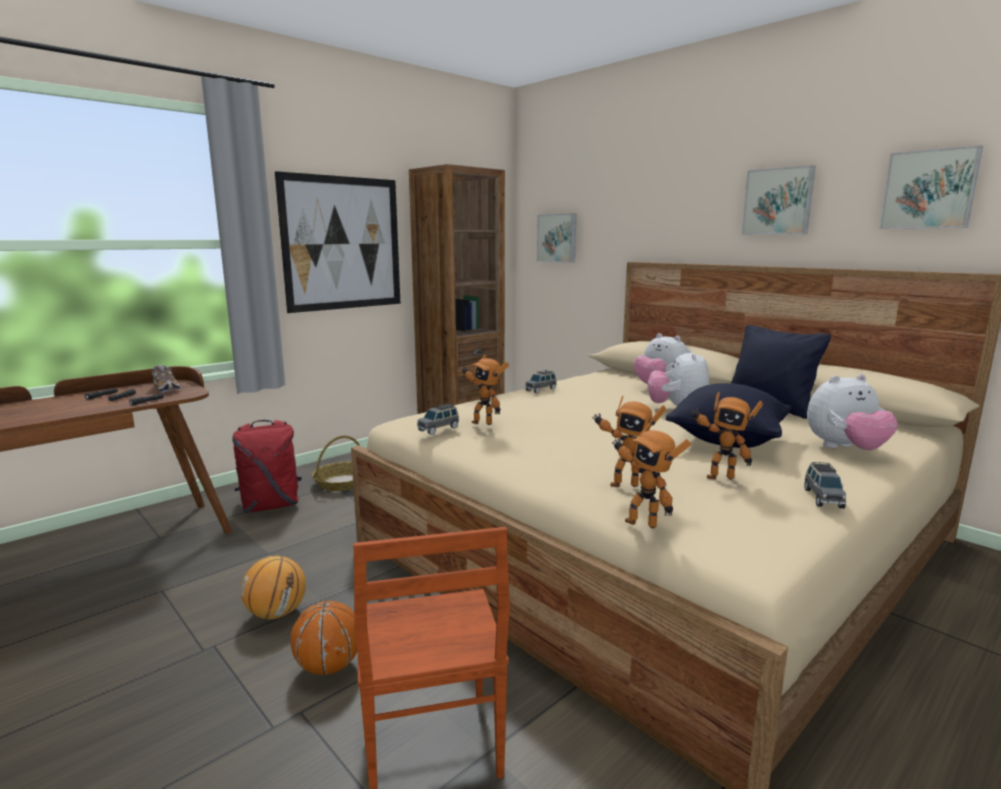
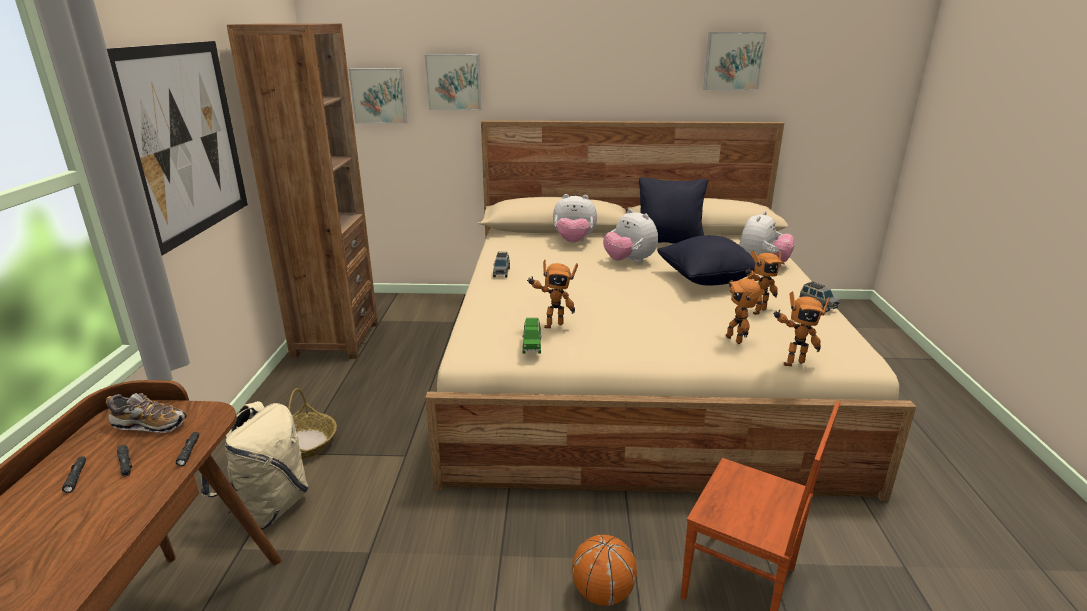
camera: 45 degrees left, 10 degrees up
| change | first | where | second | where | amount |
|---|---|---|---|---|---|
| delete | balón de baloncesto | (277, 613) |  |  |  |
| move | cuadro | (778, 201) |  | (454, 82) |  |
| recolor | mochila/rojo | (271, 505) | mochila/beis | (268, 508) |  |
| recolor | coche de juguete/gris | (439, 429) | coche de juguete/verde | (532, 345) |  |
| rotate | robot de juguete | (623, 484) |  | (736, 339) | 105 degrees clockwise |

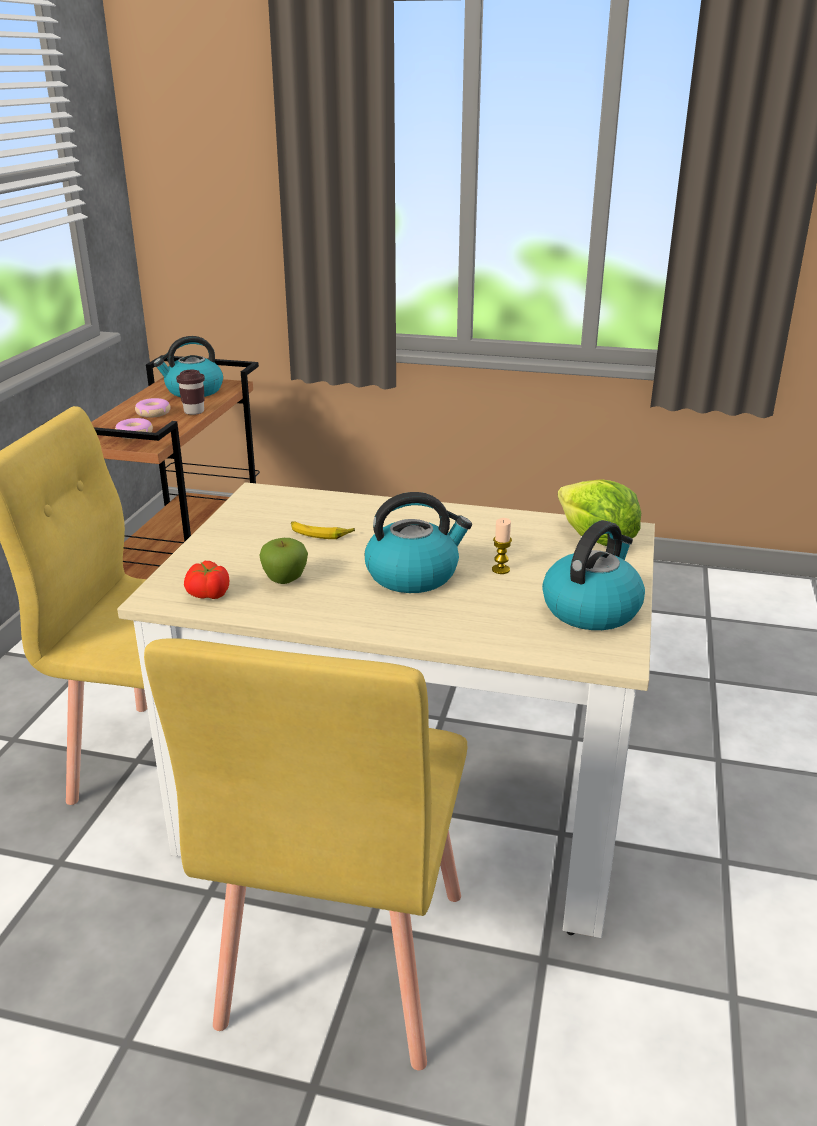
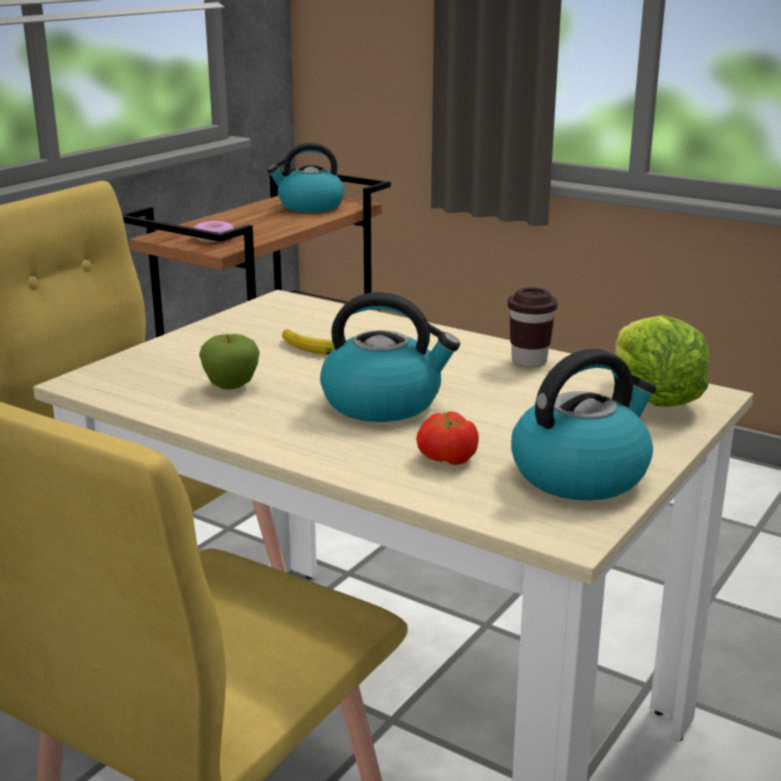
camera: 20 degrees right, 5 degrees down
| change | first | where | second | where | amount |
|---|---|---|---|---|---|
| delete | rosquilla | (153, 413) |  |  |  |
| delete | vela | (500, 569) |  |  |  |
| move | taza/marrón | (194, 411) |  | (529, 361) |  |
| move | tomate | (208, 594) |  | (447, 458) |  |

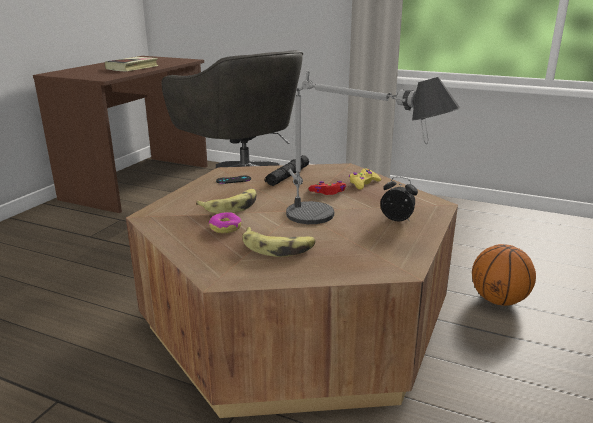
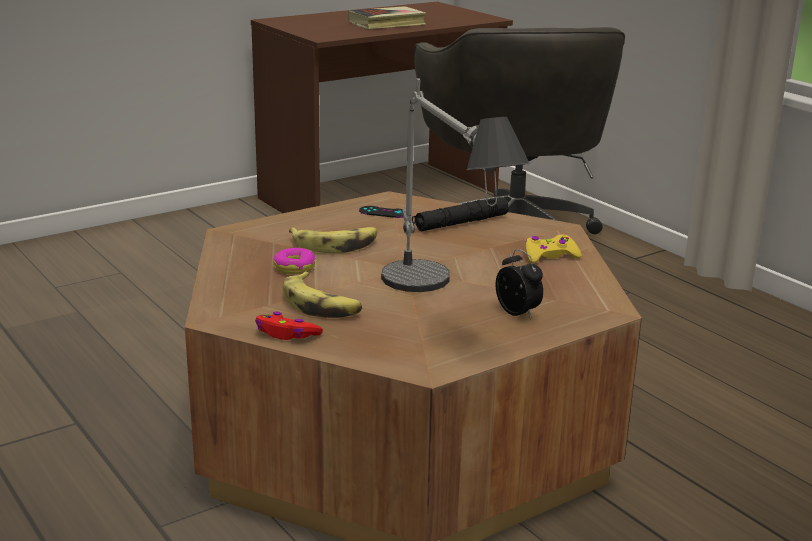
camera: 30 degrees right, 0 degrees up
| change | first | where | second | where | amount |
|---|---|---|---|---|---|
| delete | balón de baloncesto | (498, 300) |  |  |  |
| move | mando de consola/rojo | (328, 192) |  | (286, 334) |  |

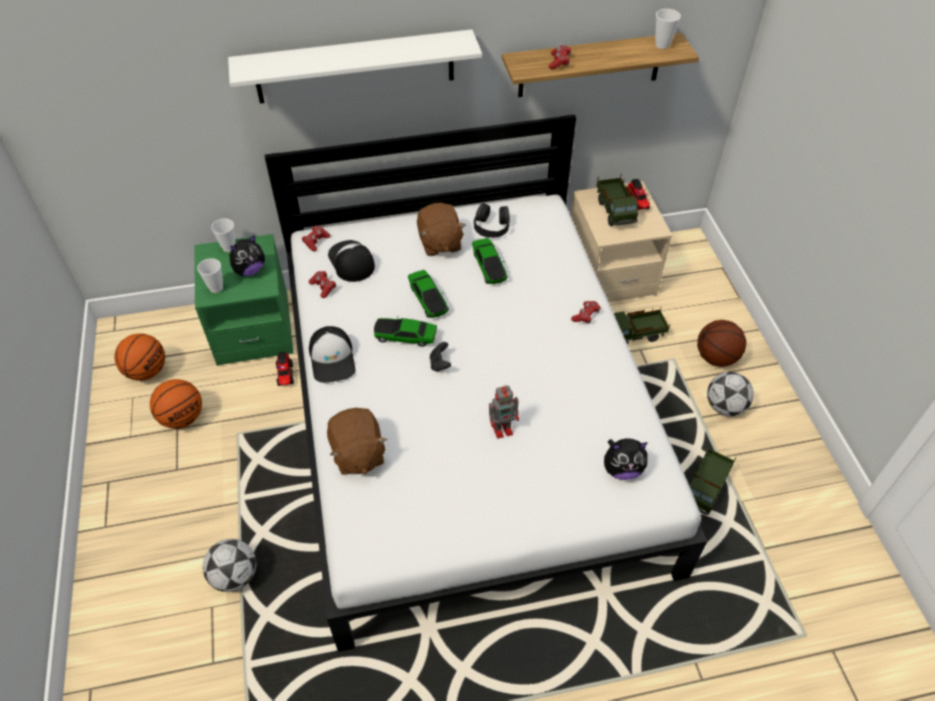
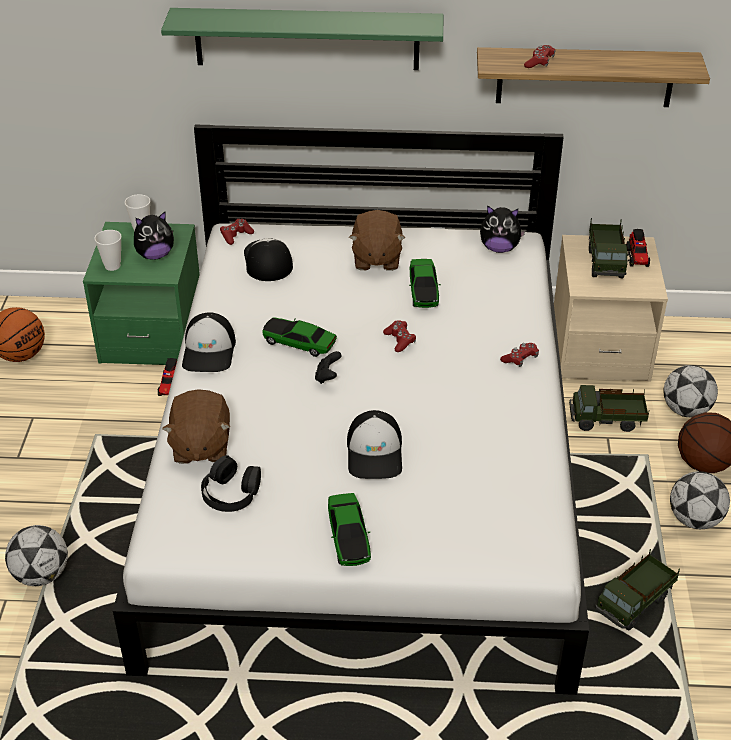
camera: 15 degrees right, 10 degrees down
| change | first | where | second | where | amount |
|---|---|---|---|---|---|
| delete | balón de baloncesto | (182, 417) |  |  |  |
| delete | taza | (662, 45) |  |  |  |
| insert |  |  | balón de fútbol | (686, 410) |  |
| move | mando de consola/rojo | (323, 287) |  | (399, 340) |  |
| move | coche de juguete | (428, 299) |  | (348, 537) |  |
| move | auriculares/negro | (491, 226) |  | (231, 492) |  |
| move | peluche | (622, 469) |  | (499, 248) |  |
| replace | robot de juguete | (503, 428) | gorra | (375, 453) |  |
| recolor | estante/blanco | (355, 67) | estante/verde | (307, 39) |  |

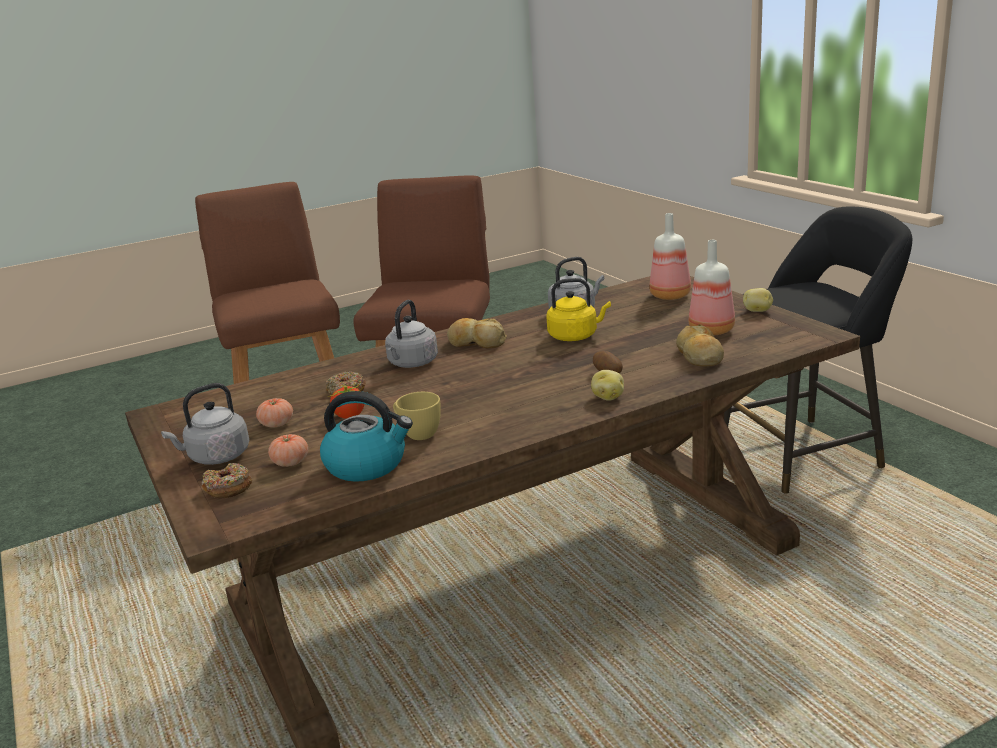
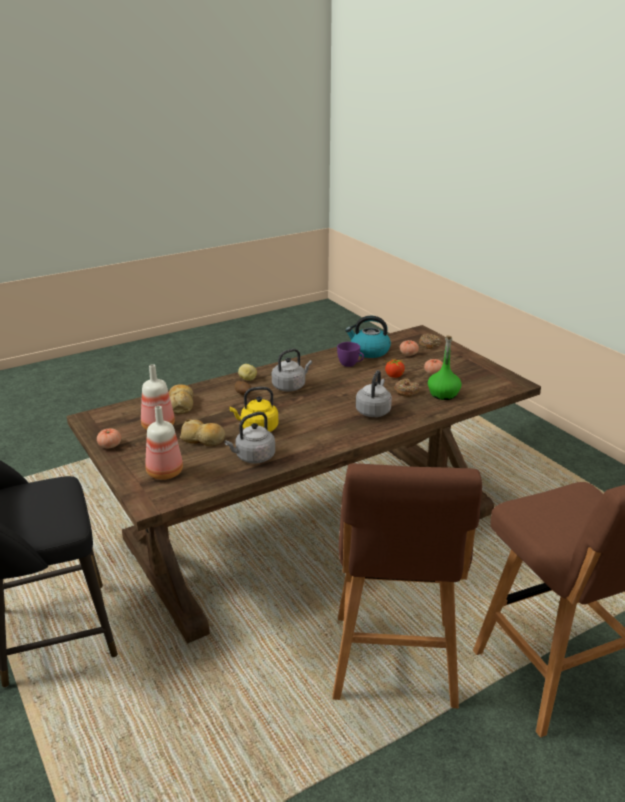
camera: 175 degrees right, 5 degrees up
| change | first | where | second | where | amount |
|---|---|---|---|---|---|
| insert |  |  | botella/verde | (443, 394) |  |
| move | hervidor/gris | (216, 457) |  | (290, 386) |  |
| move | pan | (476, 342) |  | (203, 439) |  |
| replace | patata | (757, 311) | tomate | (110, 445) |  |
| recolor | taza/amarillo | (417, 433) | taza/morado | (350, 364) |  |

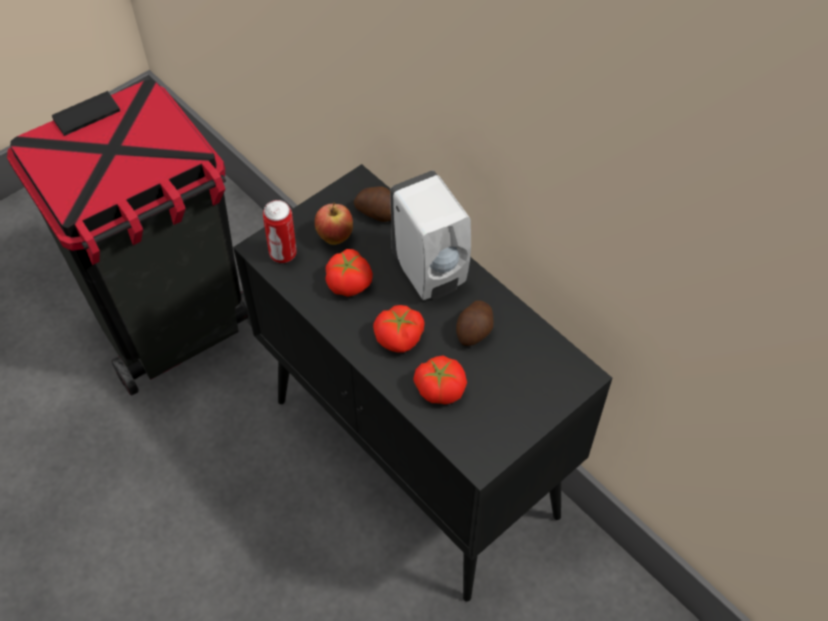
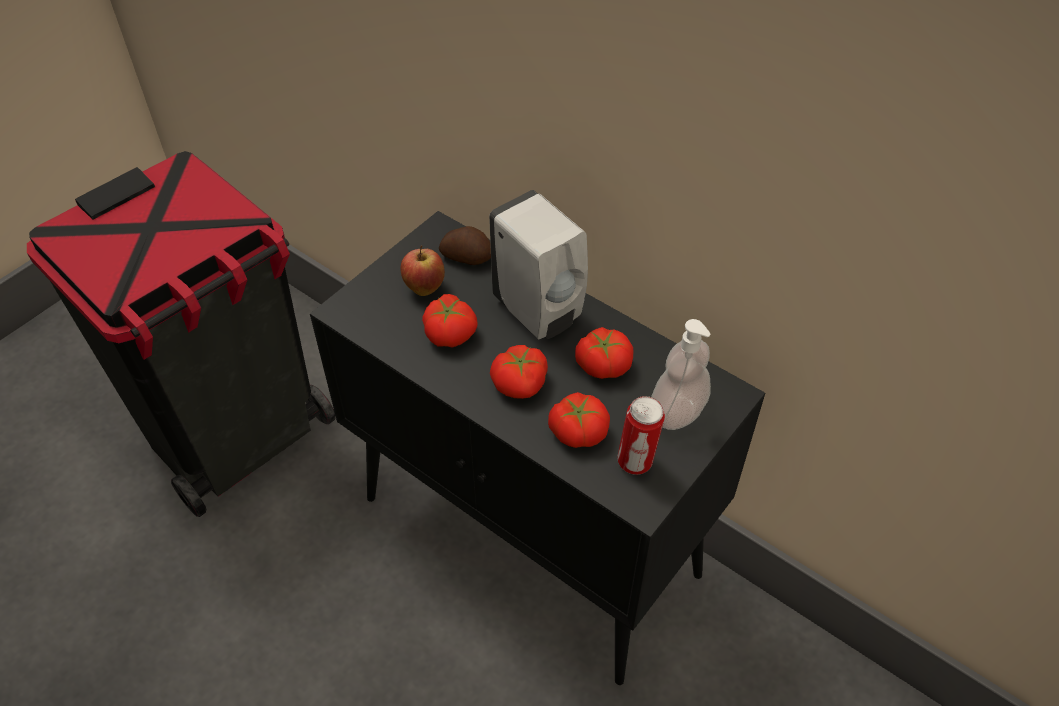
camera: 10 degrees left, 5 degrees down
| change | first | where | second | where | amount |
|---|---|---|---|---|---|
| insert |  |  | dispensador de jabón | (677, 412) |  |
| move | lata | (283, 254) |  | (636, 462) |  |
| replace | patata | (475, 330) | tomate | (603, 364) |  |

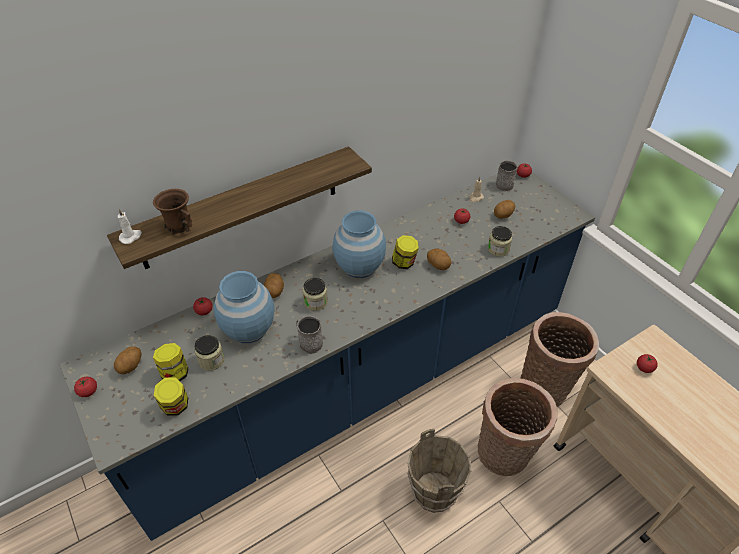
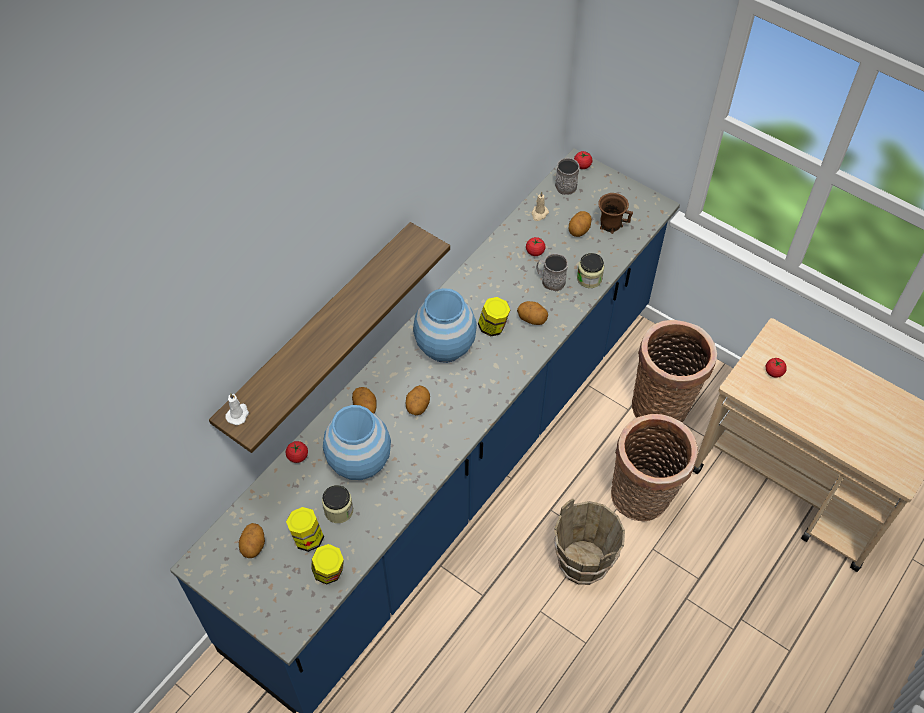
camera: 20 degrees left, 10 degrees up
| change | first | where | second | where | amount |
|---|---|---|---|---|---|
| delete | tomate | (88, 391) |  |  |  |
| move | taza grande/marrón | (179, 225) |  | (610, 224) |  |
| move | taza grande/gris | (308, 342) |  | (550, 280) |  |
| replace | tarro | (316, 302) | patata | (417, 406) |  |

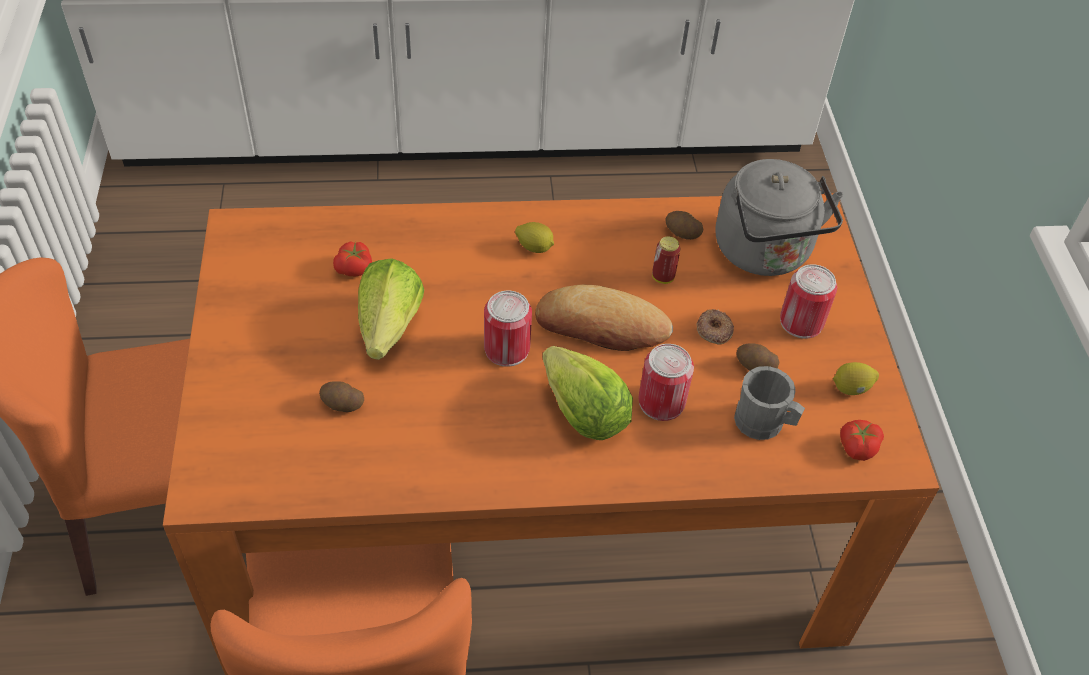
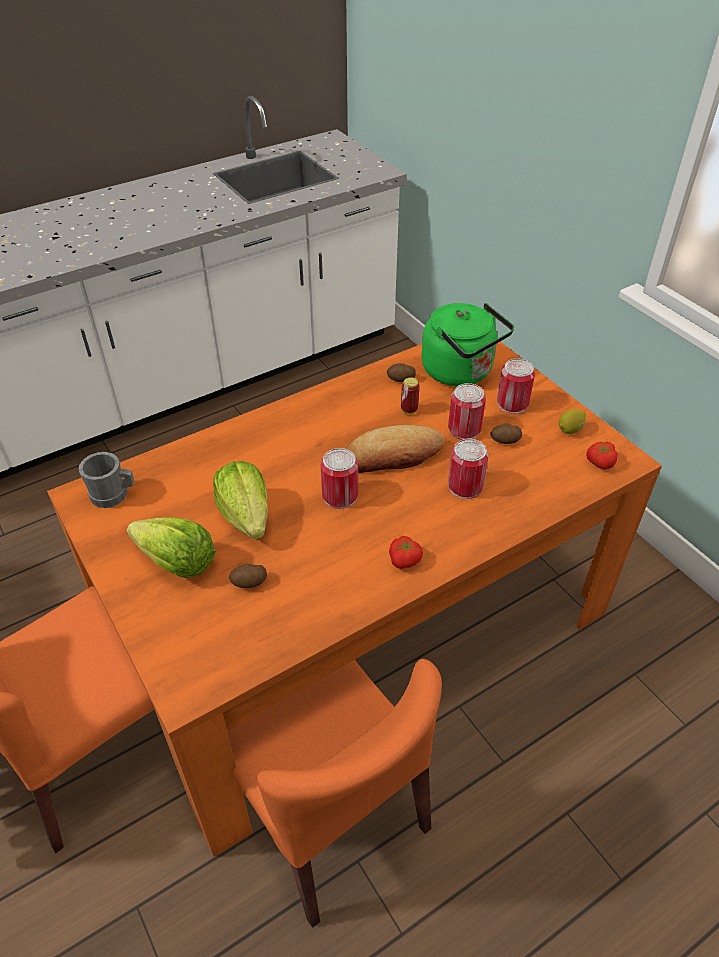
camera: 25 degrees left, 5 degrees down
| change | first | where | second | where | amount |
|---|---|---|---|---|---|
| delete | limón | (534, 247) |  |  |  |
| move | tomate | (355, 269) |  | (405, 560) |  |
| move | lechuga | (583, 413) |  | (176, 562) |  |
| move | taza grande/gris | (764, 423) |  | (113, 495) |  |
| replace | rosquilla | (714, 330) | lata | (464, 429) |  |
| recolor | hervidor/gris | (765, 253) | hervidor/verde | (461, 372) |  |

